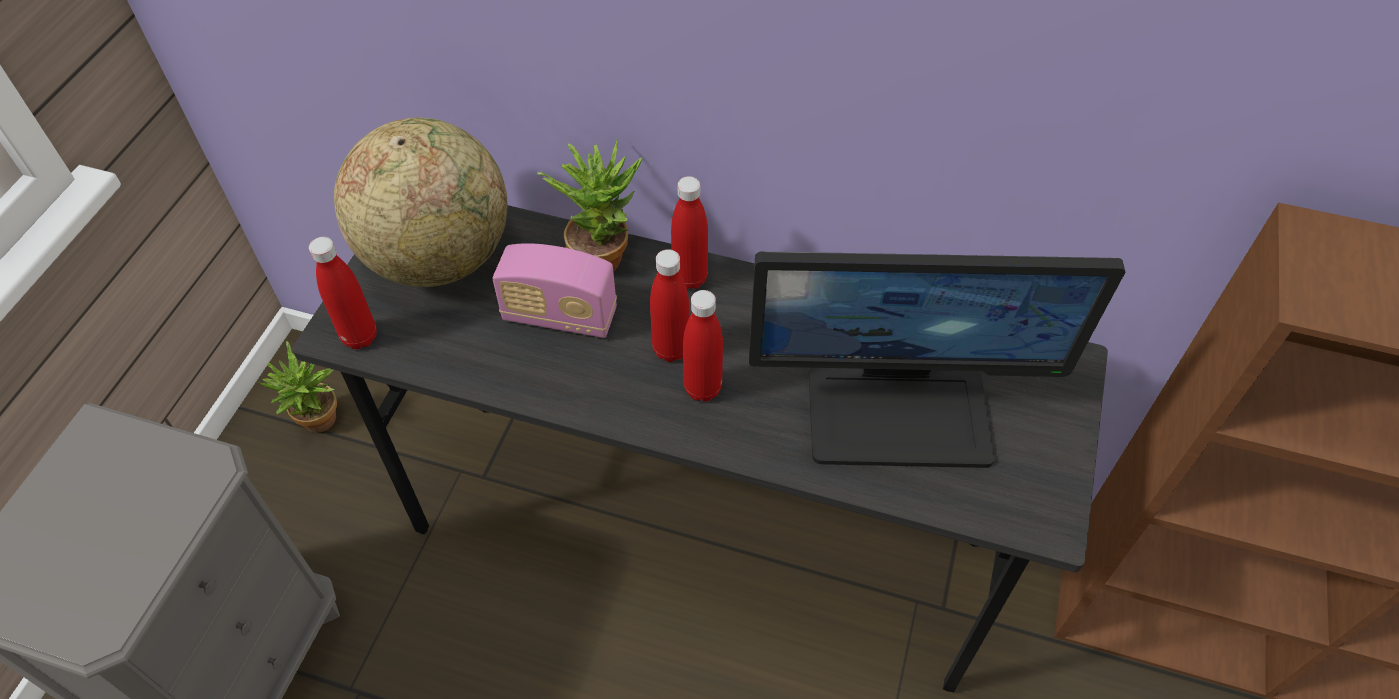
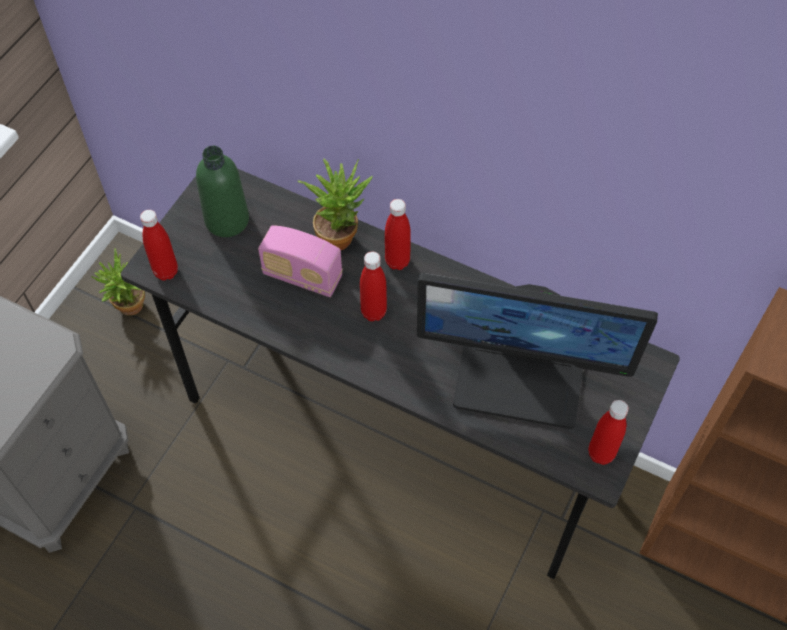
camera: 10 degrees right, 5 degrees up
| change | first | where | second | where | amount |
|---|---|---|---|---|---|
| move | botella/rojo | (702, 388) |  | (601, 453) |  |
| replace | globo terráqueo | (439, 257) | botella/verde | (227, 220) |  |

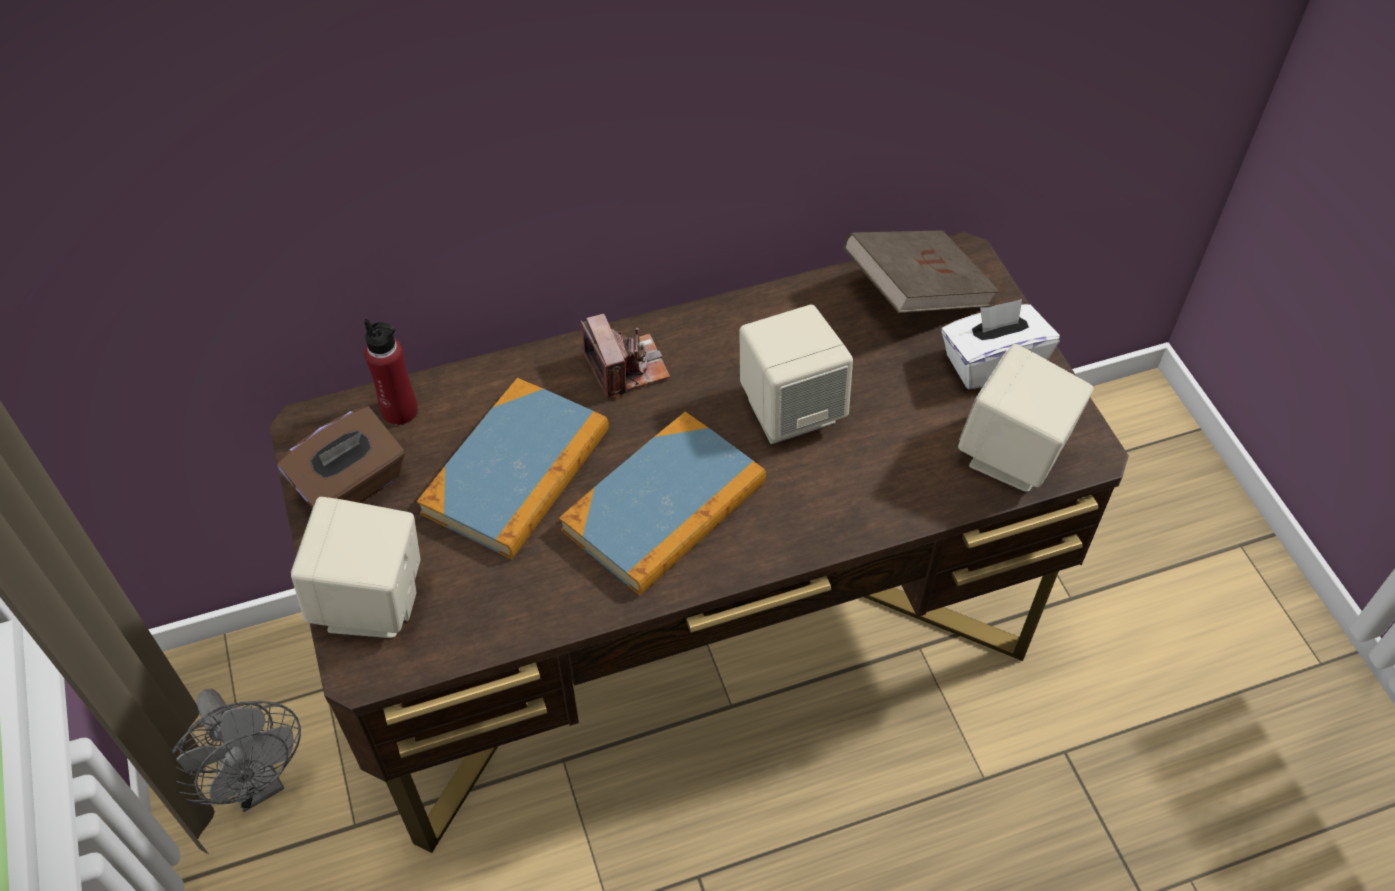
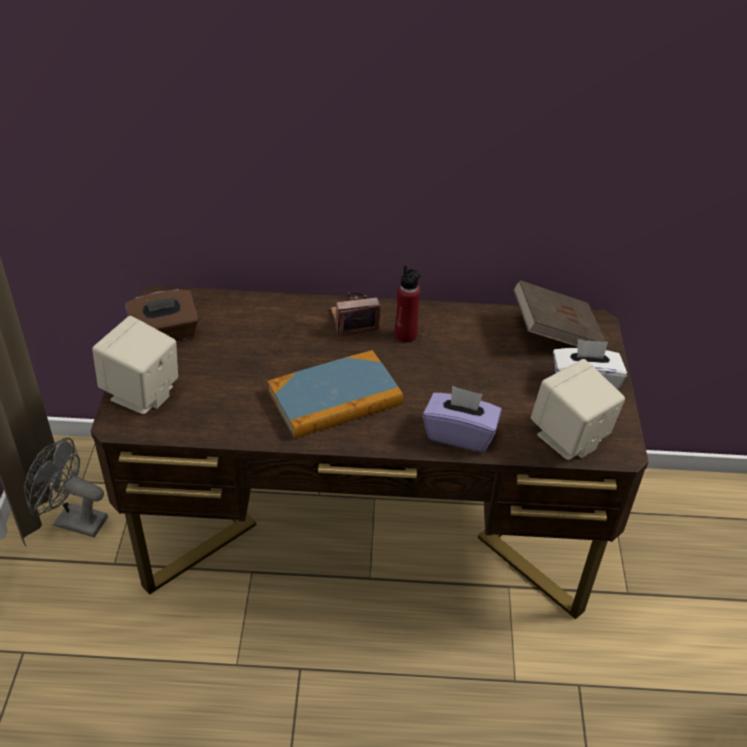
camera: 20 degrees right, 10 degrees down
| change | first | where | second | where | amount |
|---|---|---|---|---|---|
| delete | libro | (517, 472) |  |  |  |
| delete | altavoz/beis | (790, 409) |  |  |  |
| insert |  |  | caja de pañuelos/morado | (460, 434) |  |
| move | botella/rojo | (400, 411) |  | (405, 335) |  |
| rotate | ventilador/gris | (256, 782) |  | (73, 520) | 120 degrees clockwise |
| rotate | cámara | (626, 367) |  | (353, 321) | 105 degrees counterclockwise |

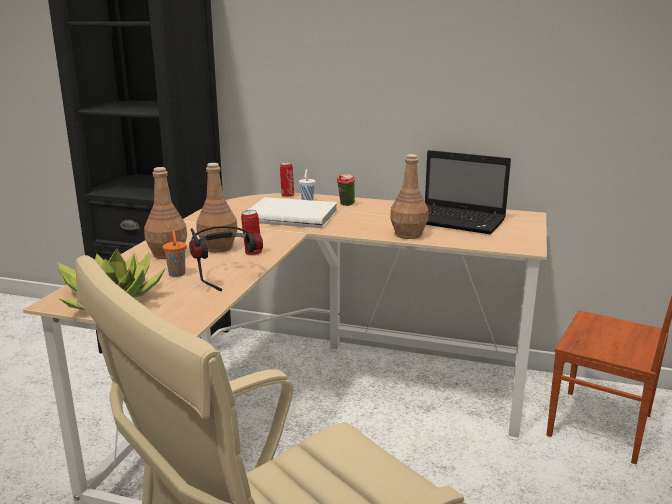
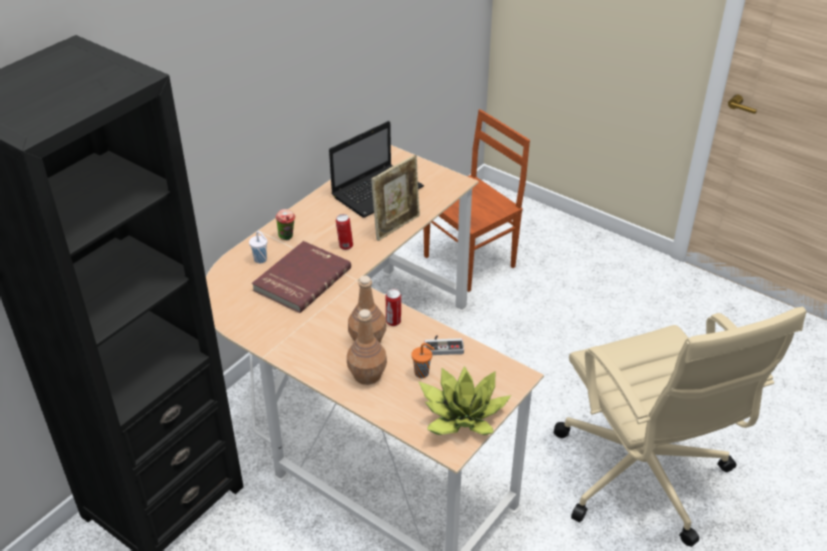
camera: 70 degrees left, 20 degrees up
| change | first | where | second | where | amount |
|---|---|---|---|---|---|
| move | lata | (287, 196) |  | (345, 246) |  |
| replace | auriculares | (225, 277) | mando de consola | (443, 346) |  |
| replace | botella/marrón | (409, 234) | portarretratos | (397, 226) |  |
| recolor | libro/blanco | (292, 216) | libro/rojo | (301, 279) |  |

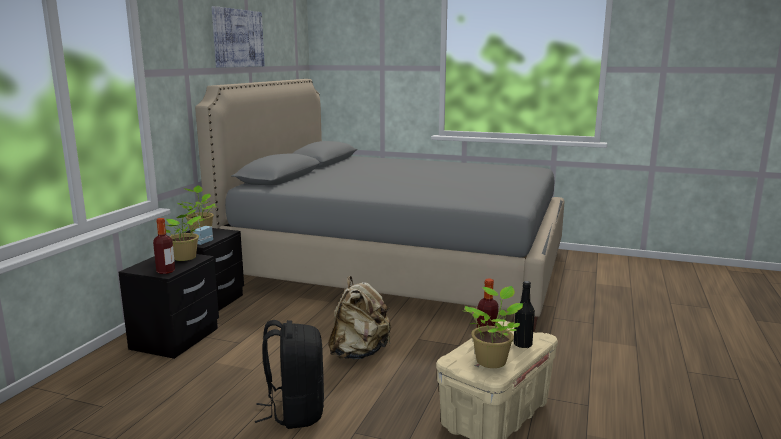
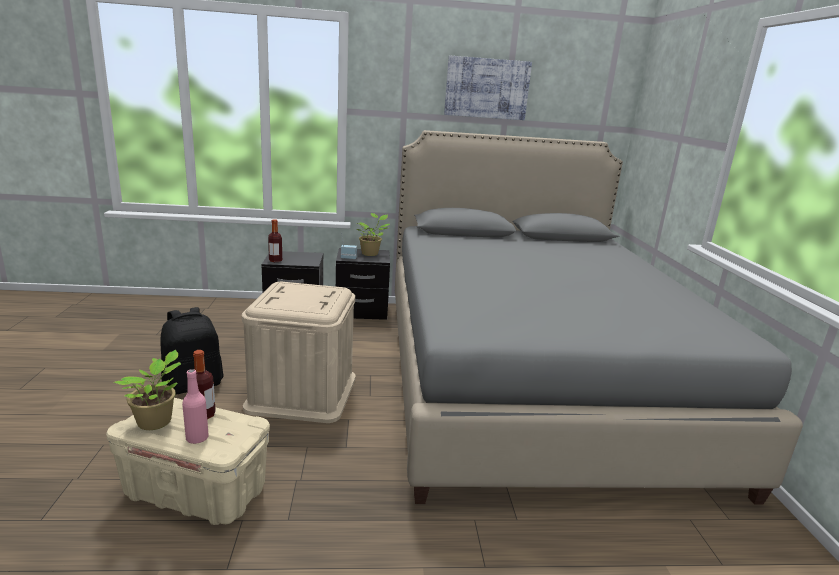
camera: 65 degrees right, 5 degrees up
| change | first | where | second | where | amount |
|---|---|---|---|---|---|
| delete | planta en maceta | (185, 258) |  |  |  |
| replace | mochila/beis | (359, 353) | caja de almacenaje/beis | (302, 392) |  |
| recolor | botella/negro | (522, 344) | botella/rosa | (197, 438) |  |

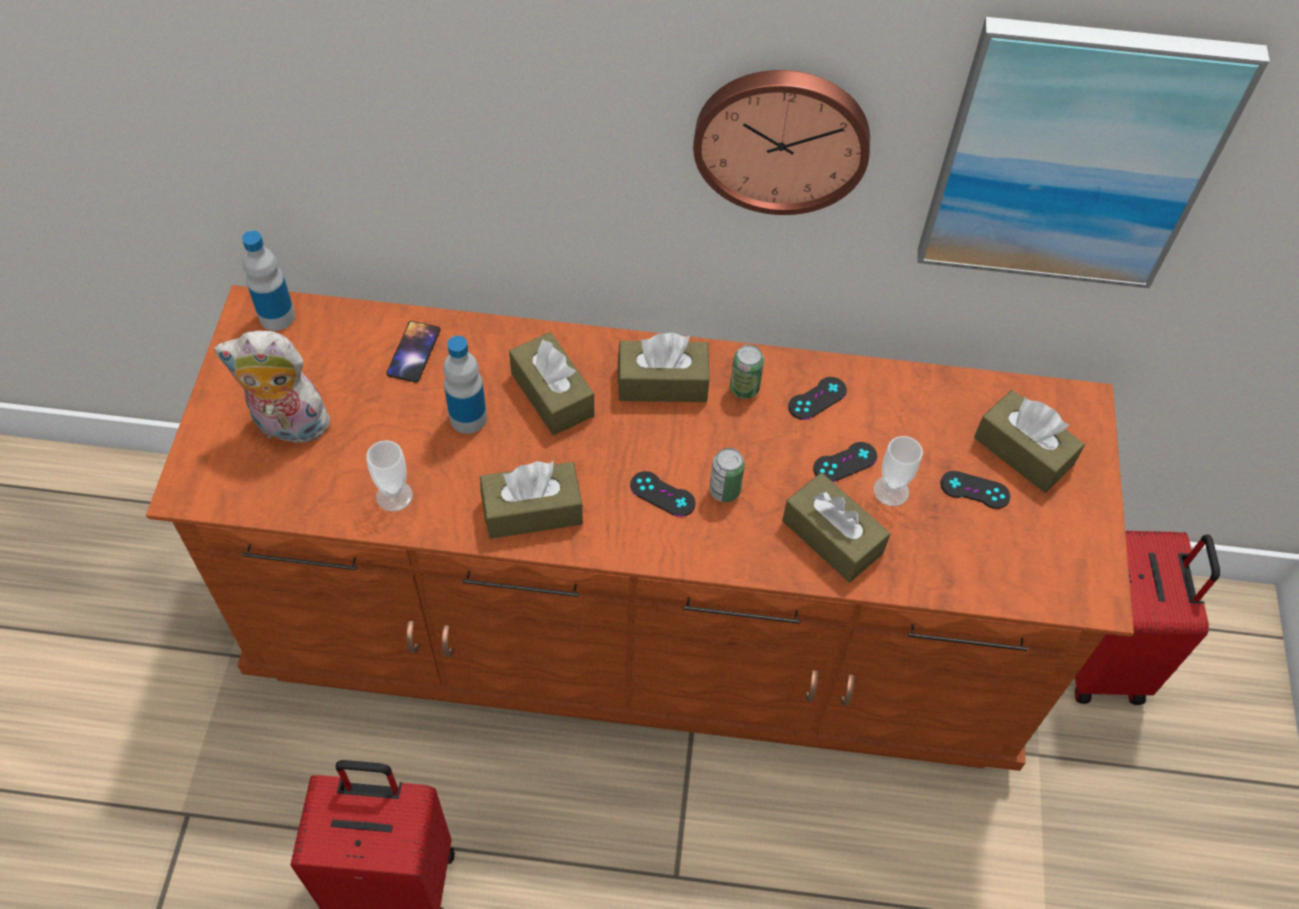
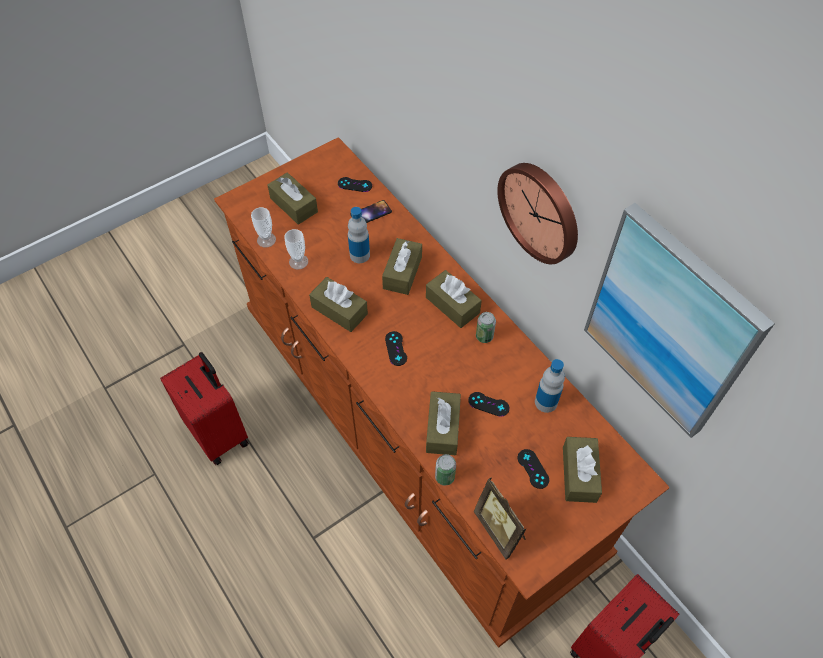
camera: 50 degrees right, 0 degrees up
| change | first | where | second | where | amount |
|---|---|---|---|---|---|
| insert |  |  | portarretratos | (501, 529) |  |
| move | botella | (277, 316) |  | (546, 402) |  |
| move | lata | (724, 490) |  | (444, 477) |  |
| move | mando de consola/negro | (817, 398) |  | (355, 184) |  |
| move | taza | (891, 491) |  | (266, 240) |  |
| replace | peluche | (287, 426) | caja de pañuelos/marrón | (294, 205) |  |

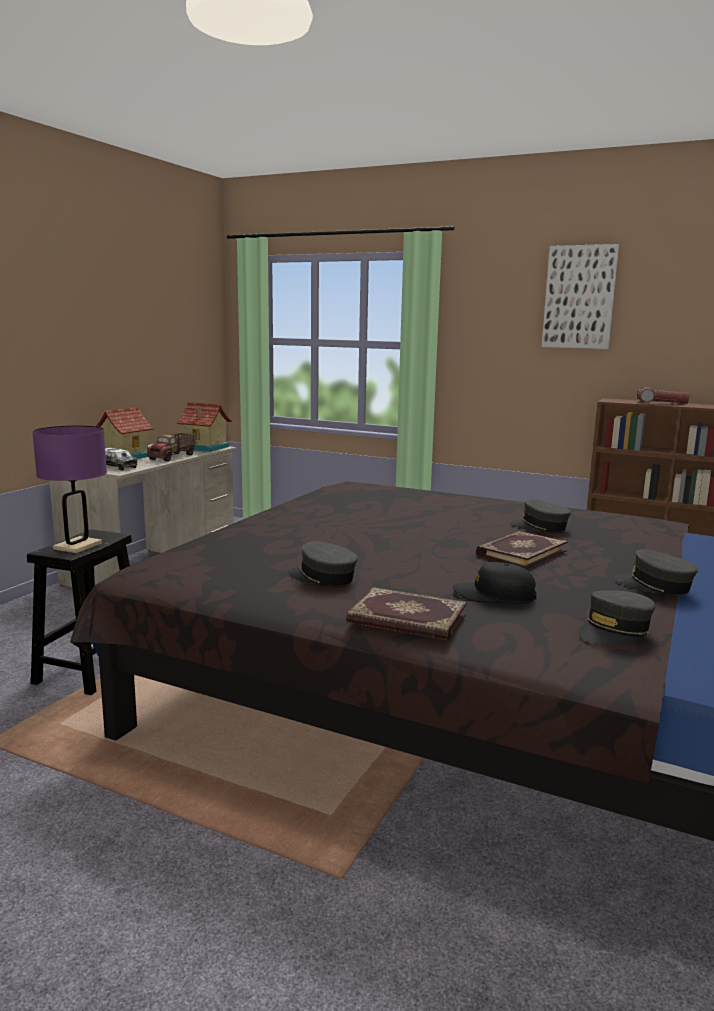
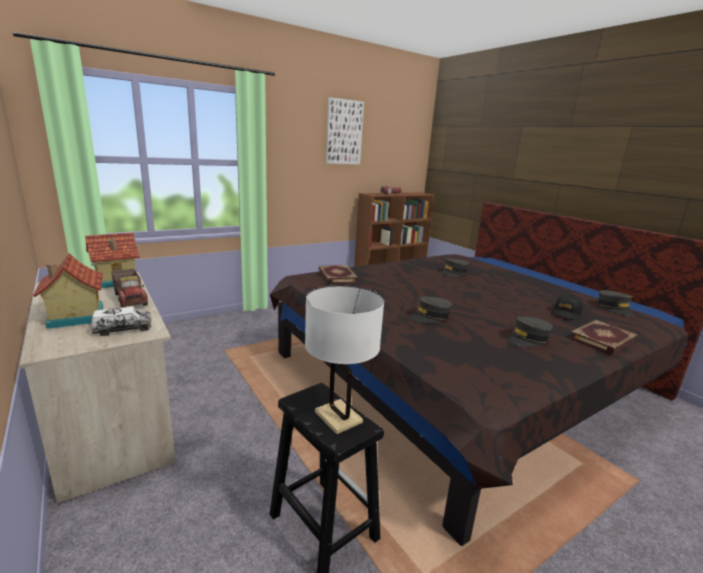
camera: 60 degrees left, 5 degrees up
| change | first | where | second | where | amount |
|---|---|---|---|---|---|
| move | libro | (520, 552) |  | (336, 276) |  |
| move | gorra/gris | (654, 586) |  | (430, 317) |  |
| recolor | lámpara de mesa/morado | (78, 546) | lámpara de mesa/blanco | (338, 417) |  |

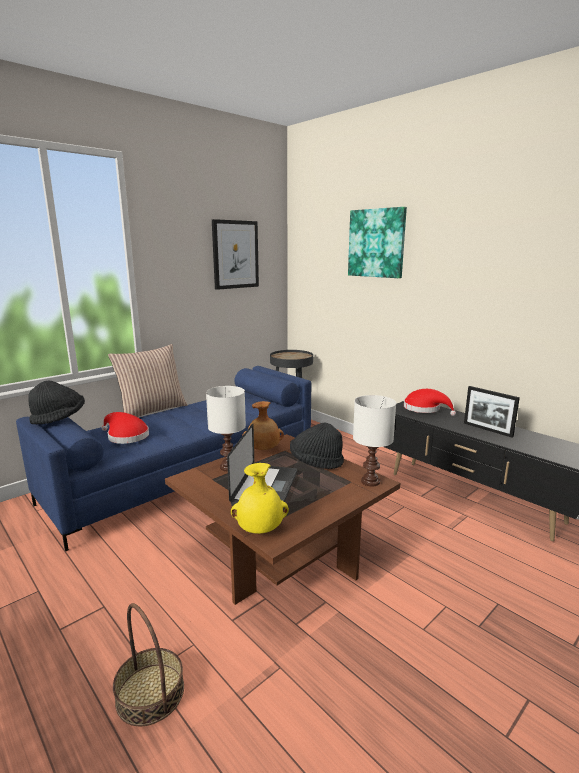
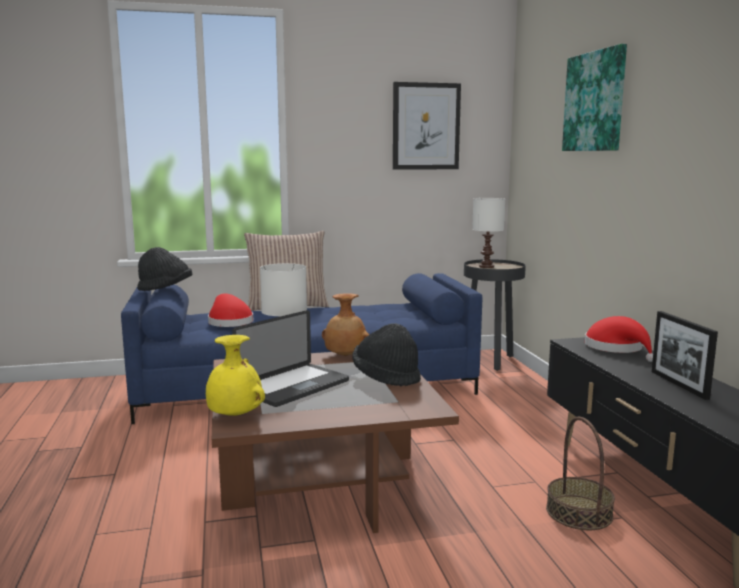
camera: 30 degrees right, 5 degrees down
| change | first | where | second | where | amount |
|---|---|---|---|---|---|
| move | cesta | (150, 693) |  | (578, 512) |  |
| move | lámpara de mesa/blanco | (371, 482) |  | (486, 267) |  |

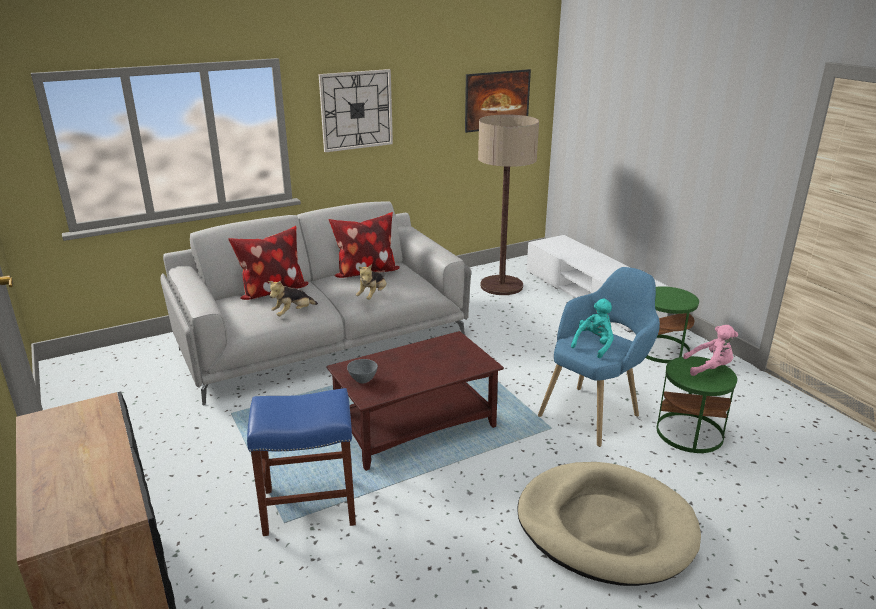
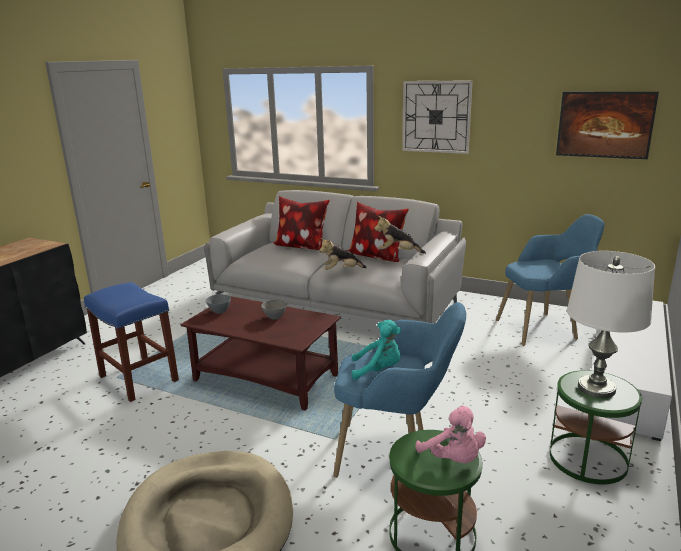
camera: 55 degrees right, 5 degrees down
| change | first | where | second | where | amount |
|---|---|---|---|---|---|
| insert |  |  | cuenco/gris | (274, 317) |  |
| insert |  |  | lámpara de mesa/blanco | (596, 388) |  |
| move | peluche | (293, 313) |  | (398, 253) |  |
| replace | lámpara de pie | (501, 286) | sillón/azul | (545, 328) |  |

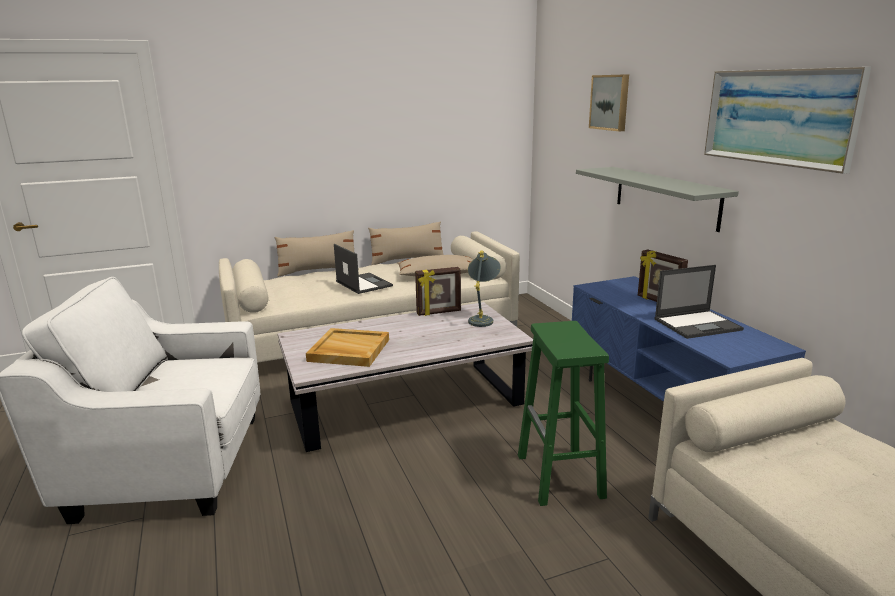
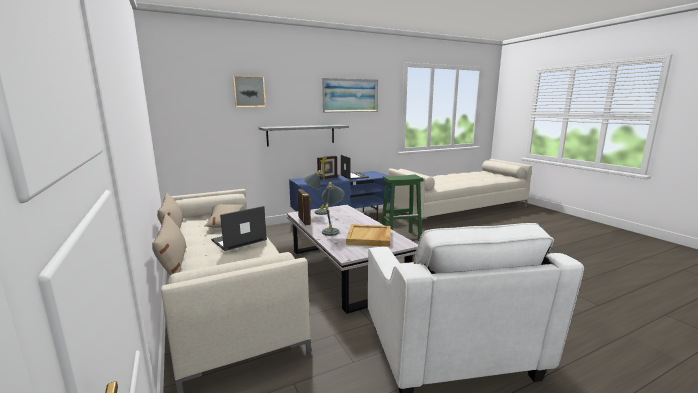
camera: 95 degrees left, 5 degrees down
| change | first | where | second | where | amount |
|---|---|---|---|---|---|
| insert |  |  | lámpara de mesa/gris | (332, 230) |  |

